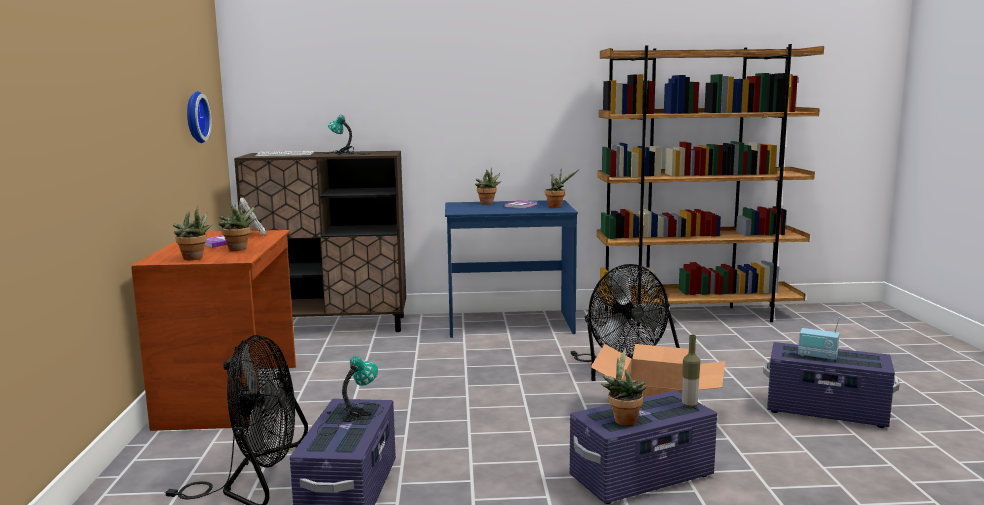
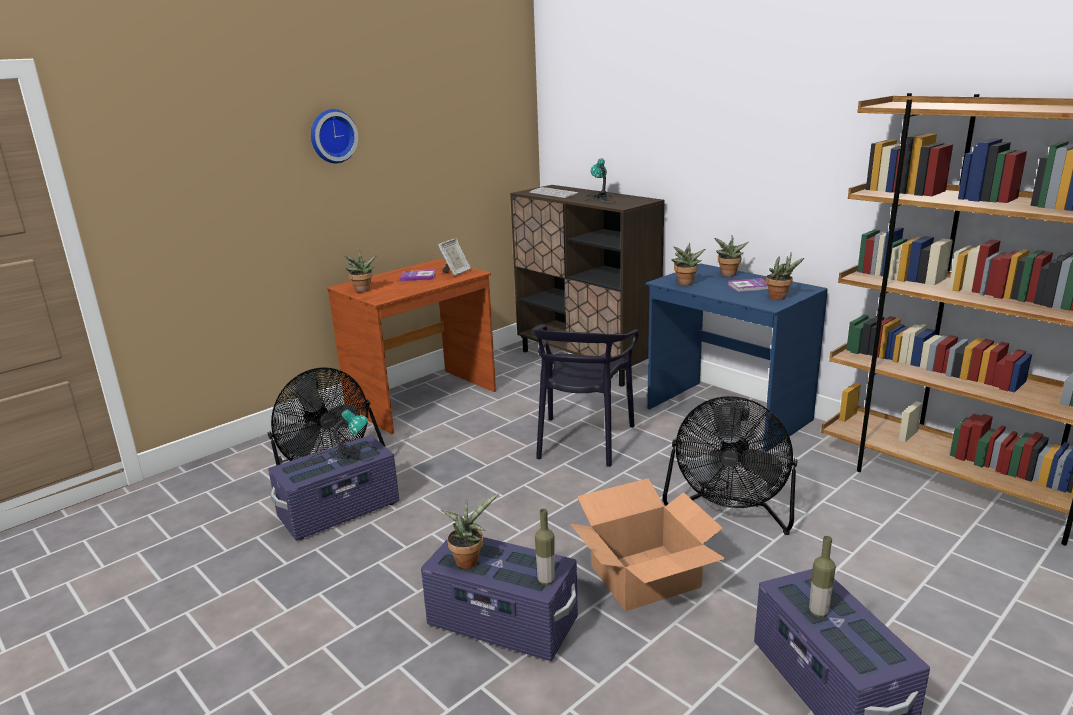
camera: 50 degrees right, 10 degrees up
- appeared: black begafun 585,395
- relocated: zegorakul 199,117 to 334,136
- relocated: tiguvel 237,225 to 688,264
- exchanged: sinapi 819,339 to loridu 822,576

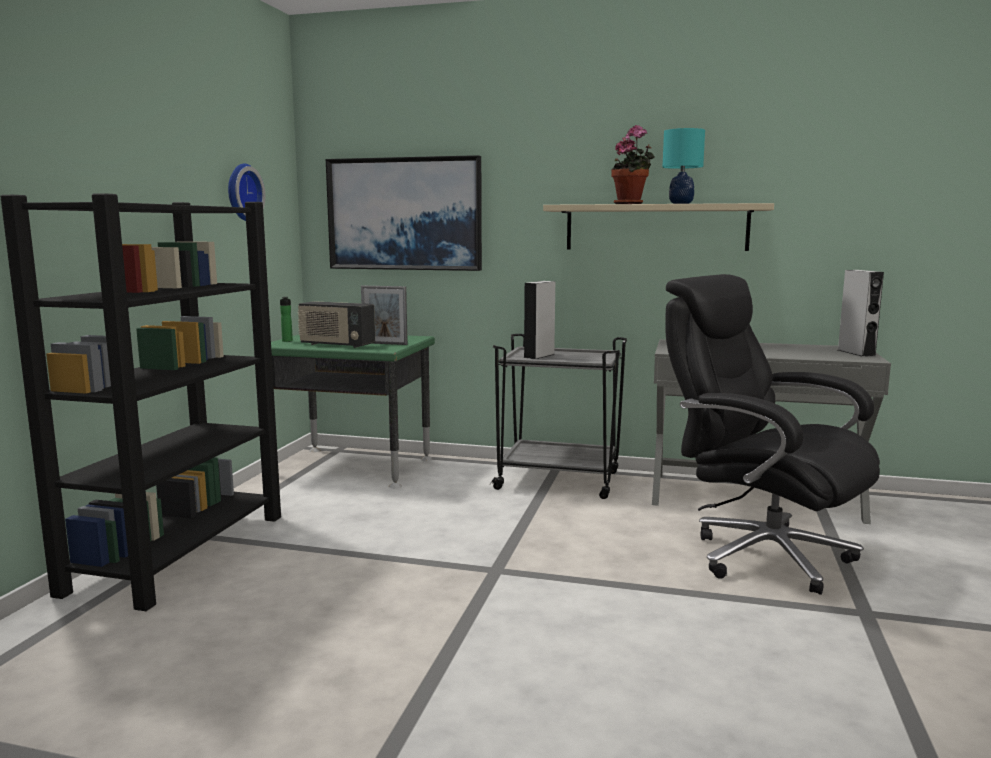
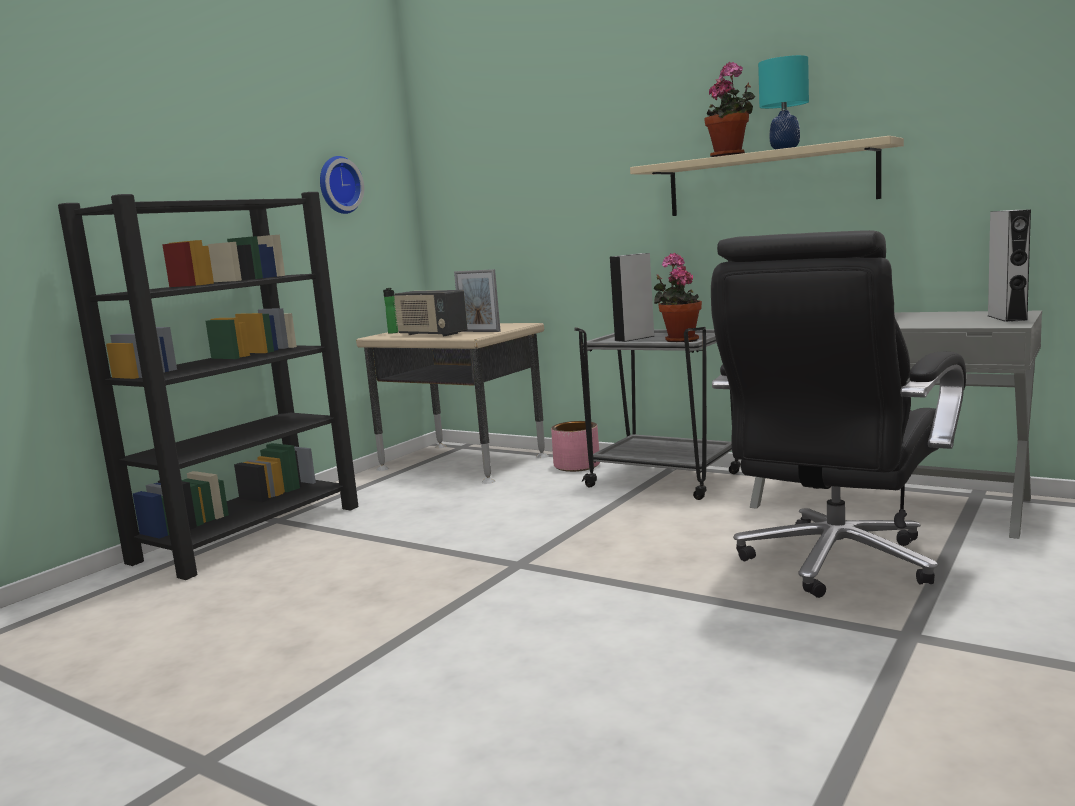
camera: 20 degrees right, 0 degrees up
- missing: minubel 404,213
- appeared: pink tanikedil 575,446
- appeared: tiguvel 678,297
- colour: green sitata 353,412 to beige sitata 452,403
- spun: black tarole 772,434 = 838,414 120 degrees counterclockwise

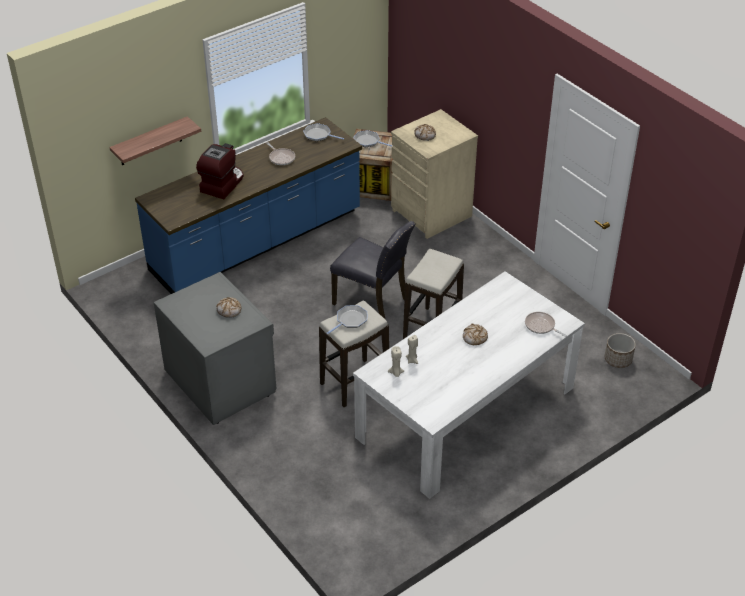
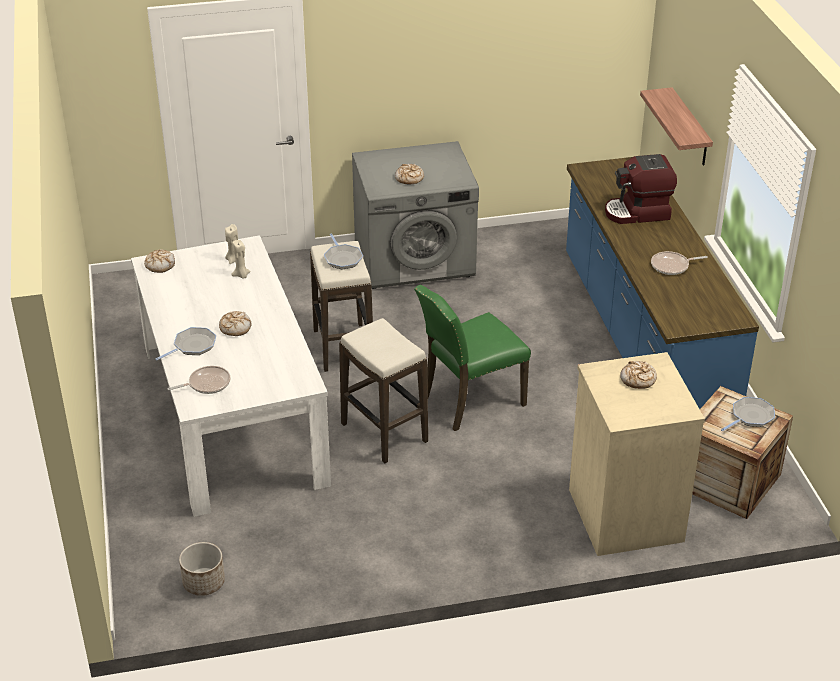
camera: 115 degrees right, 5 degrees down
- appeared: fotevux 159,261
- relocated: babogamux 323,132 to 185,344
- colour: grey begafun 373,270 to green begafun 472,358
- spun: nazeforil 220,171 = 641,189 120 degrees clockwise

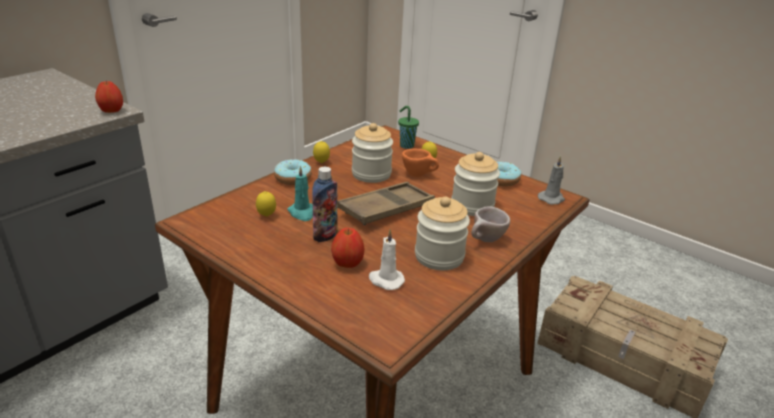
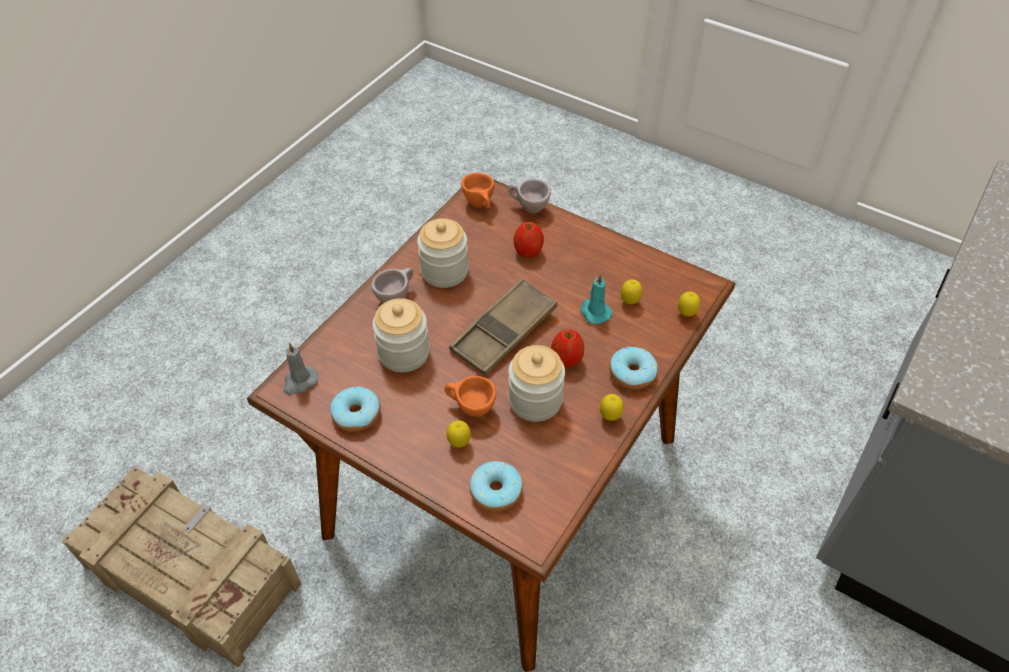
camera: 175 degrees right, 20 degrees up
- missing: loridu 324,204
- missing: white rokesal 387,260
- appeared: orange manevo 477,190
- appeared: beige manevo 529,196
- appeared: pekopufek 689,304
- relocated: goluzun 109,97 to 567,348
- exchanged: green manevo 408,127 to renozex 496,486

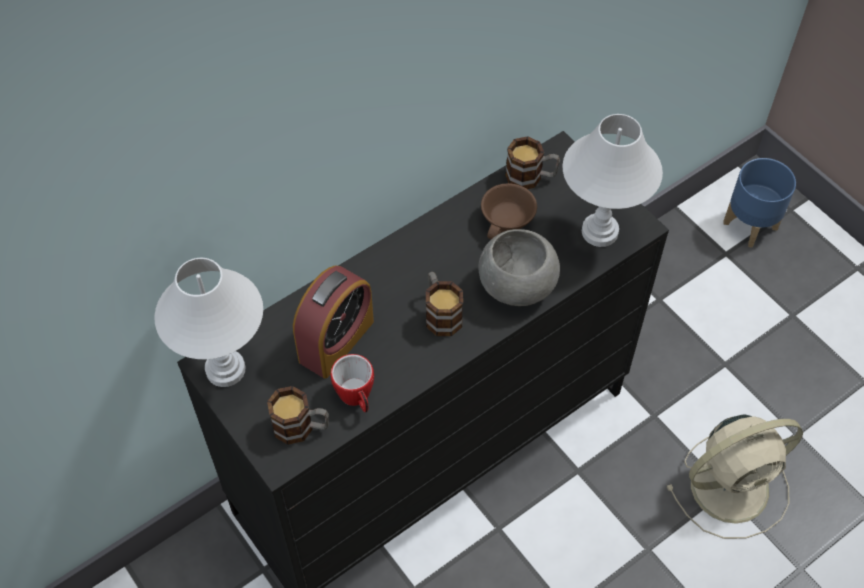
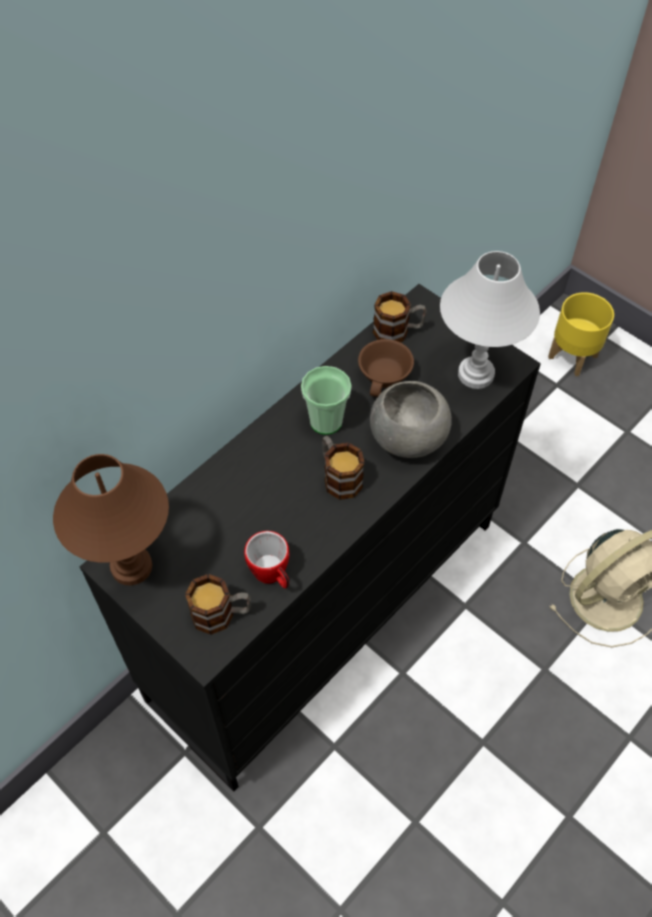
camera: 10 degrees left, 0 degrees up
- missing: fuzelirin 333,322
- appeared: manevo 326,400
- colour: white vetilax 209,322 to brown vetilax 111,520
- colour: blue tanikedil 759,203 to yellow tanikedil 581,334

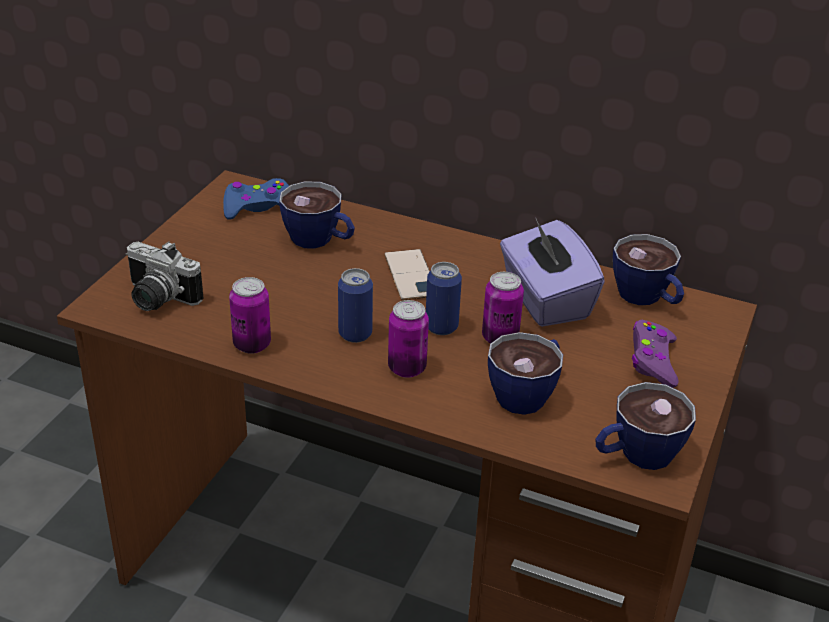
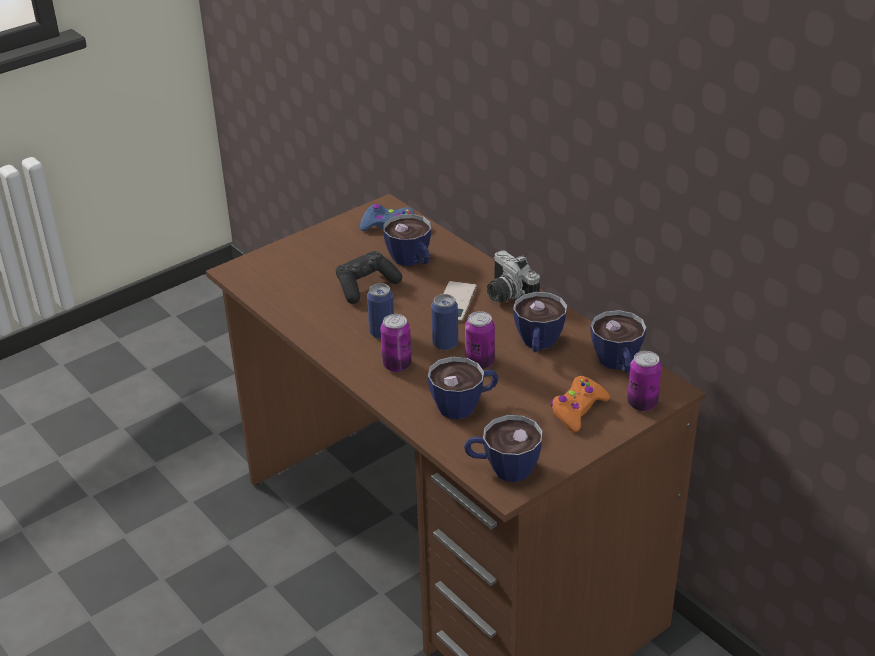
camera: 30 degrees right, 0 degrees up
- appeared: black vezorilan 369,277
- relocated: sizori 164,276 to 513,276
- relocated: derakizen 250,315 to 644,381
- exchanged: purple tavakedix 552,272 to manevo 540,322
- colour: purple vezorilan 655,354 to orange vezorilan 580,404

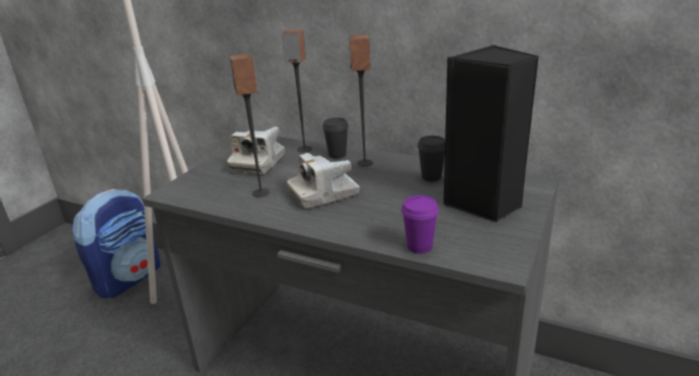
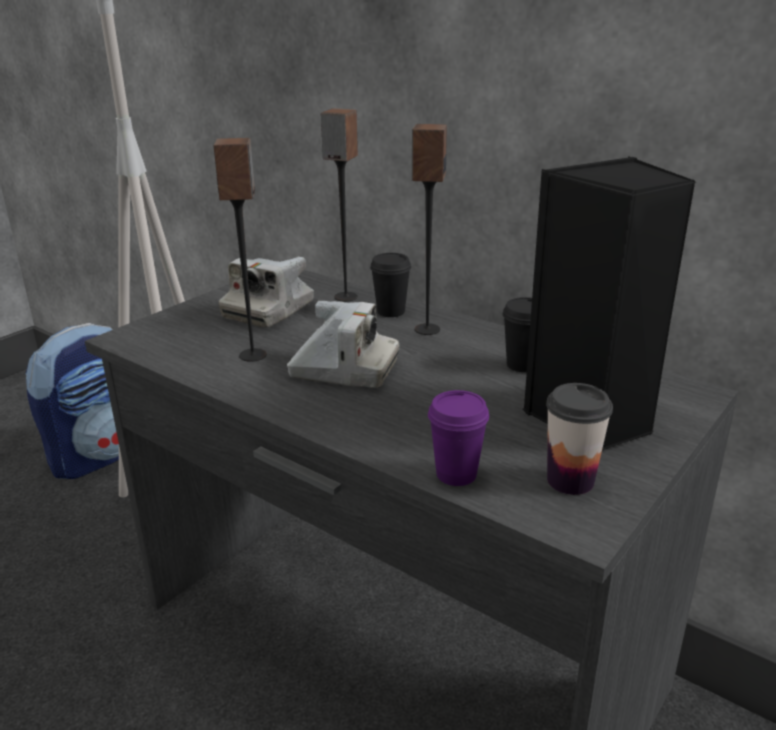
camera: 10 degrees right, 0 degrees up
- appeared: manevo 579,439
- spun: sizori 323,181 = 343,344 150 degrees counterclockwise

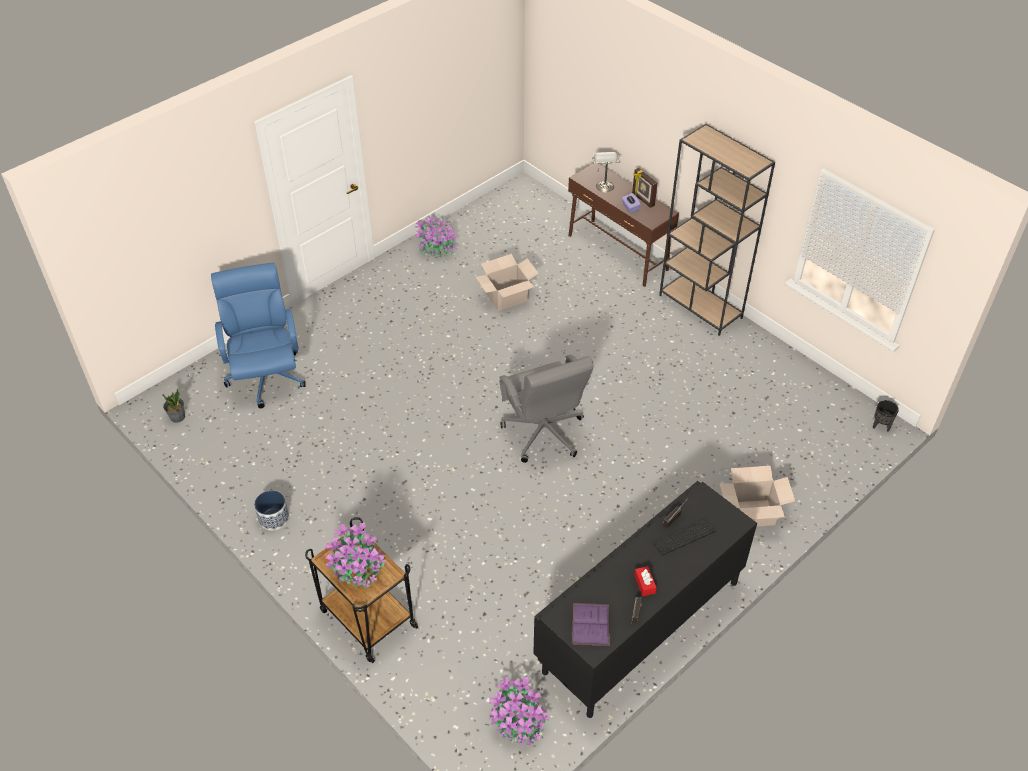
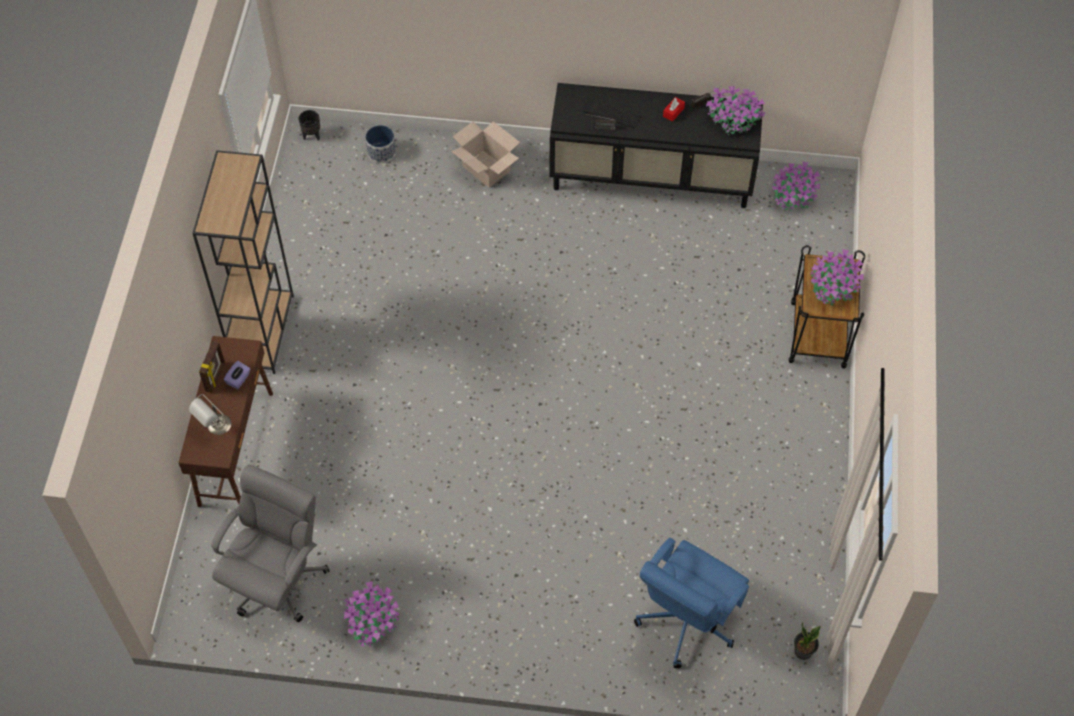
camera: 130 degrees left, 10 degrees up
- missing: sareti 507,282
- relocated: tanikedil 271,510 to 380,144
- relocated: grey tarole 546,409 to 270,543
- exchanged: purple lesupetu 590,624 to tiguvel 735,110

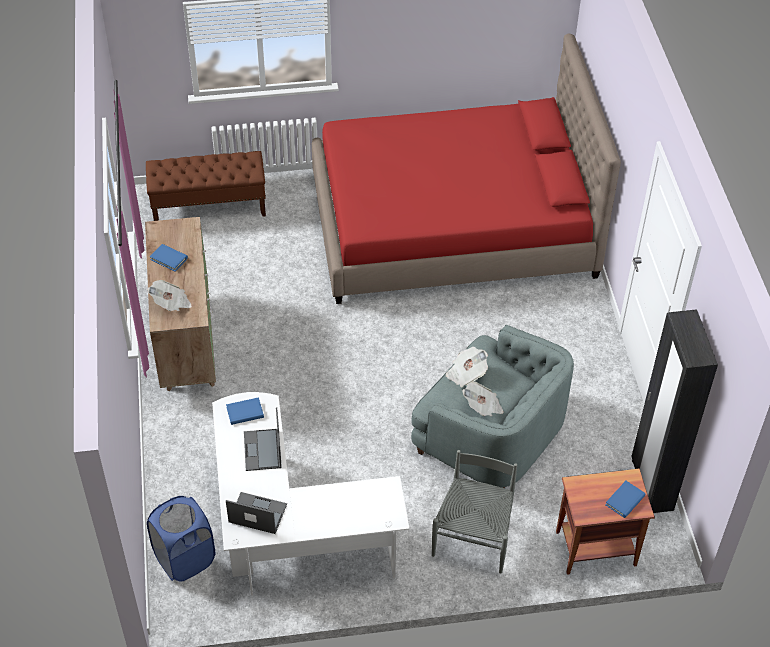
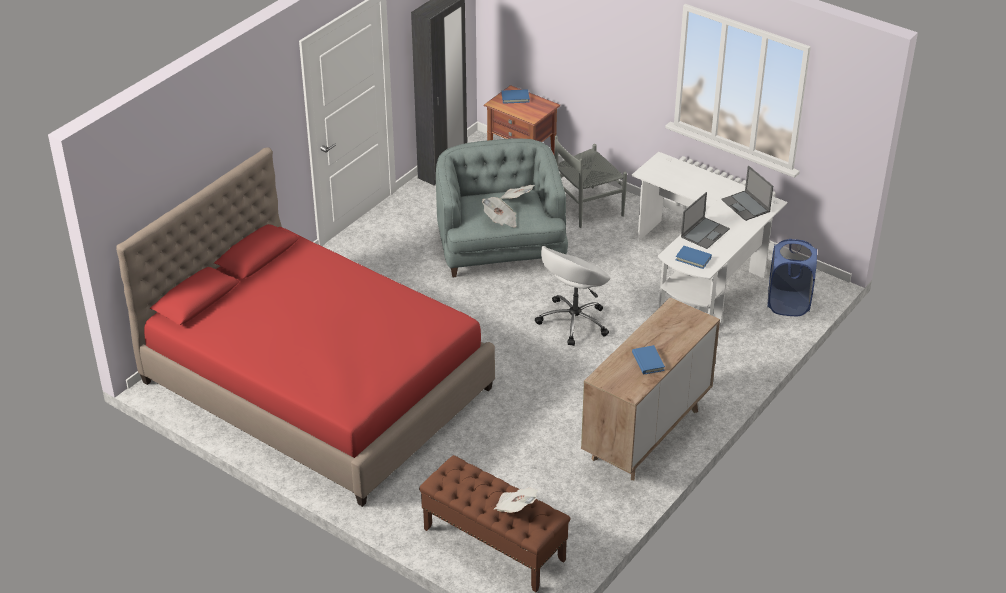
camera: 135 degrees left, 10 degrees down
- appeared: white tarole 572,296
- relocated: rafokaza 169,295 to 516,500

